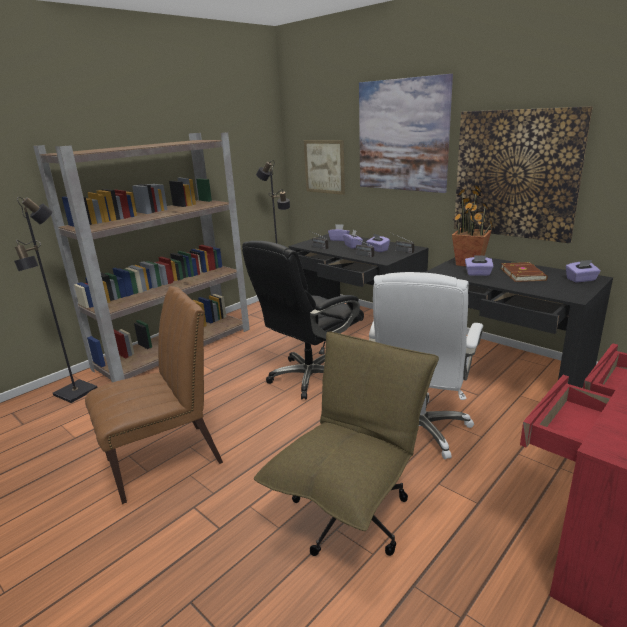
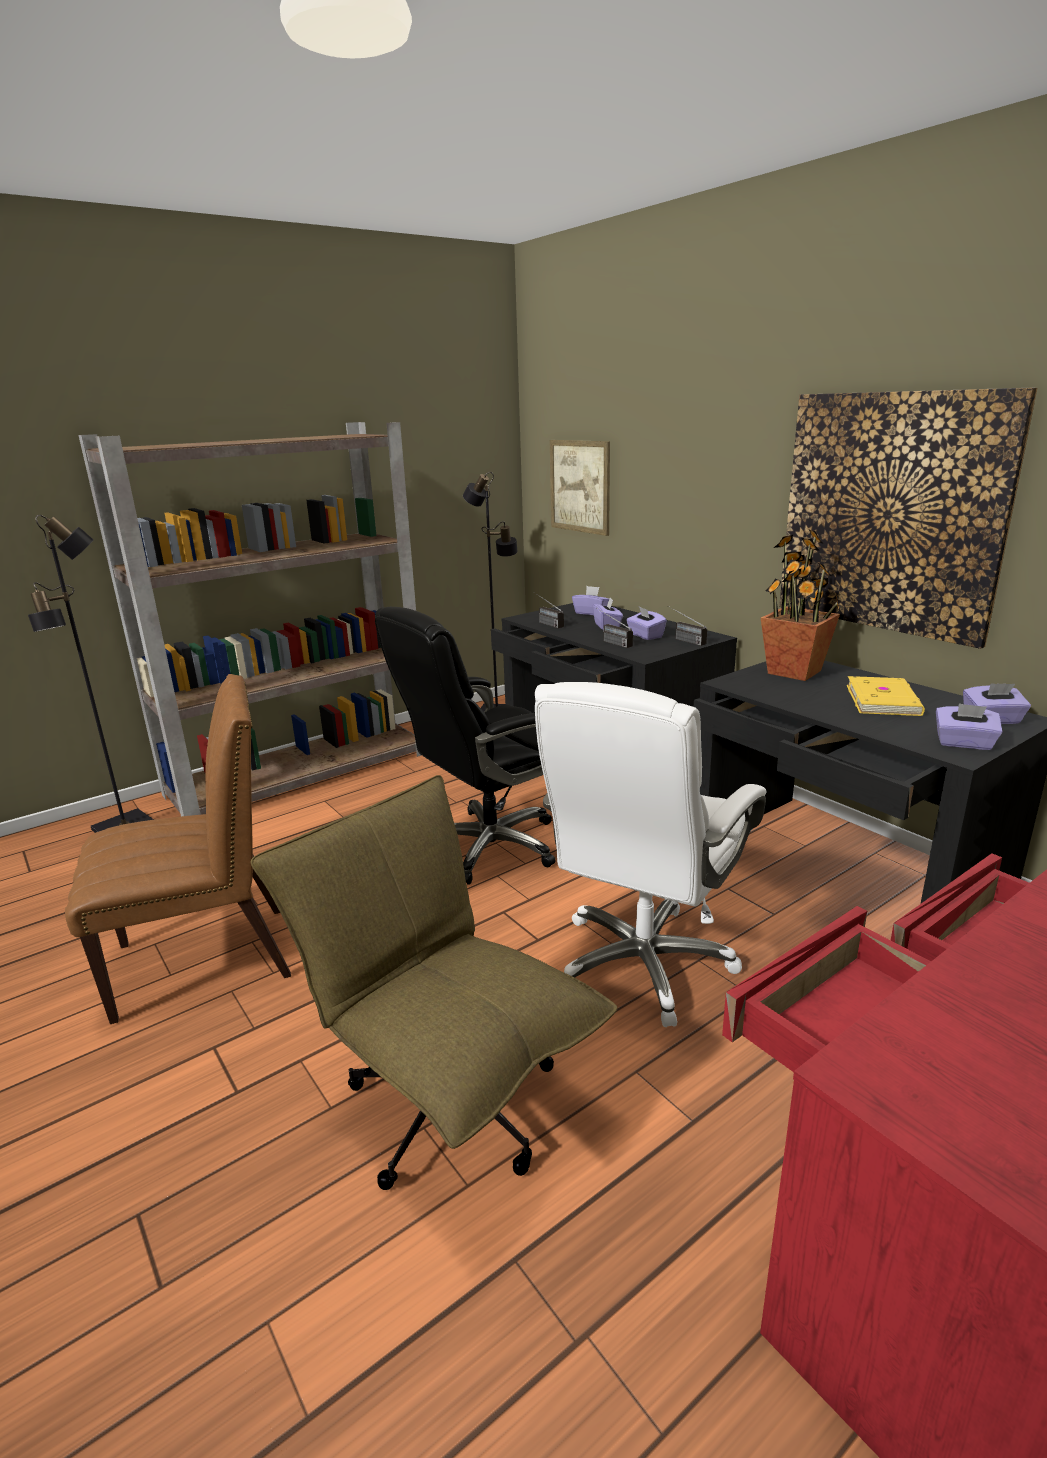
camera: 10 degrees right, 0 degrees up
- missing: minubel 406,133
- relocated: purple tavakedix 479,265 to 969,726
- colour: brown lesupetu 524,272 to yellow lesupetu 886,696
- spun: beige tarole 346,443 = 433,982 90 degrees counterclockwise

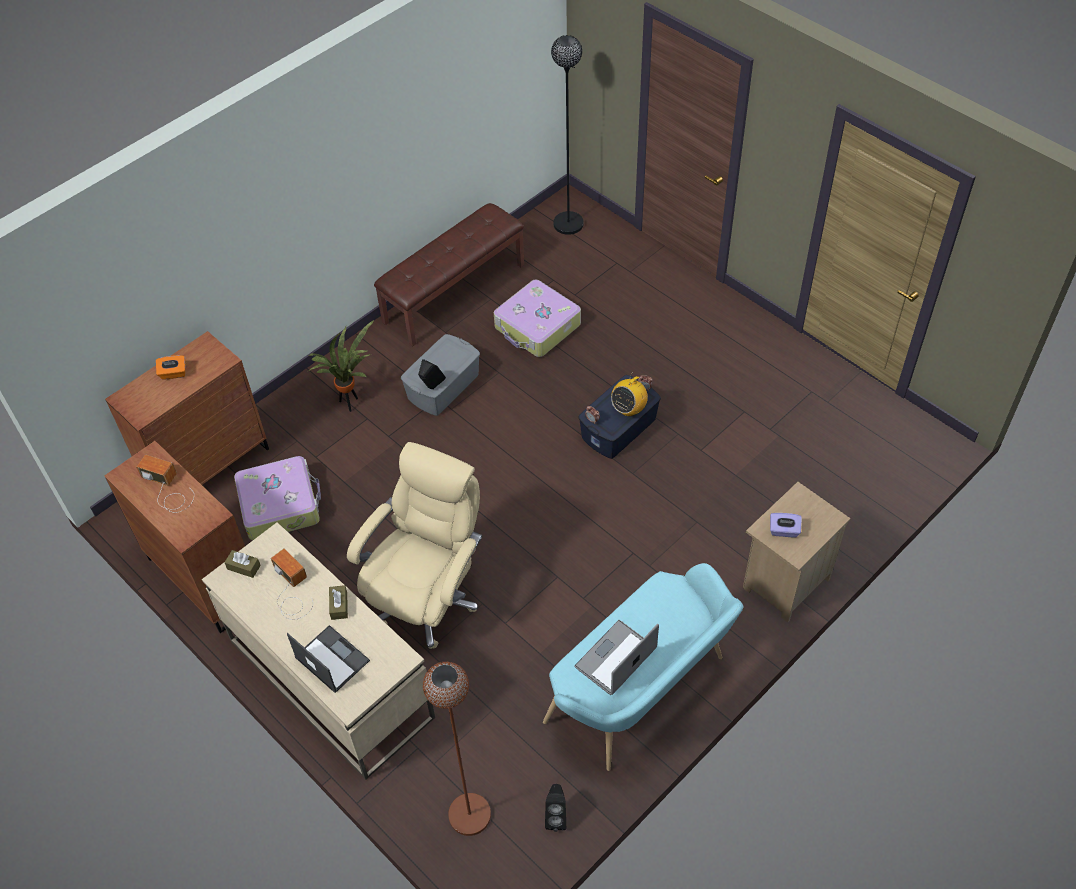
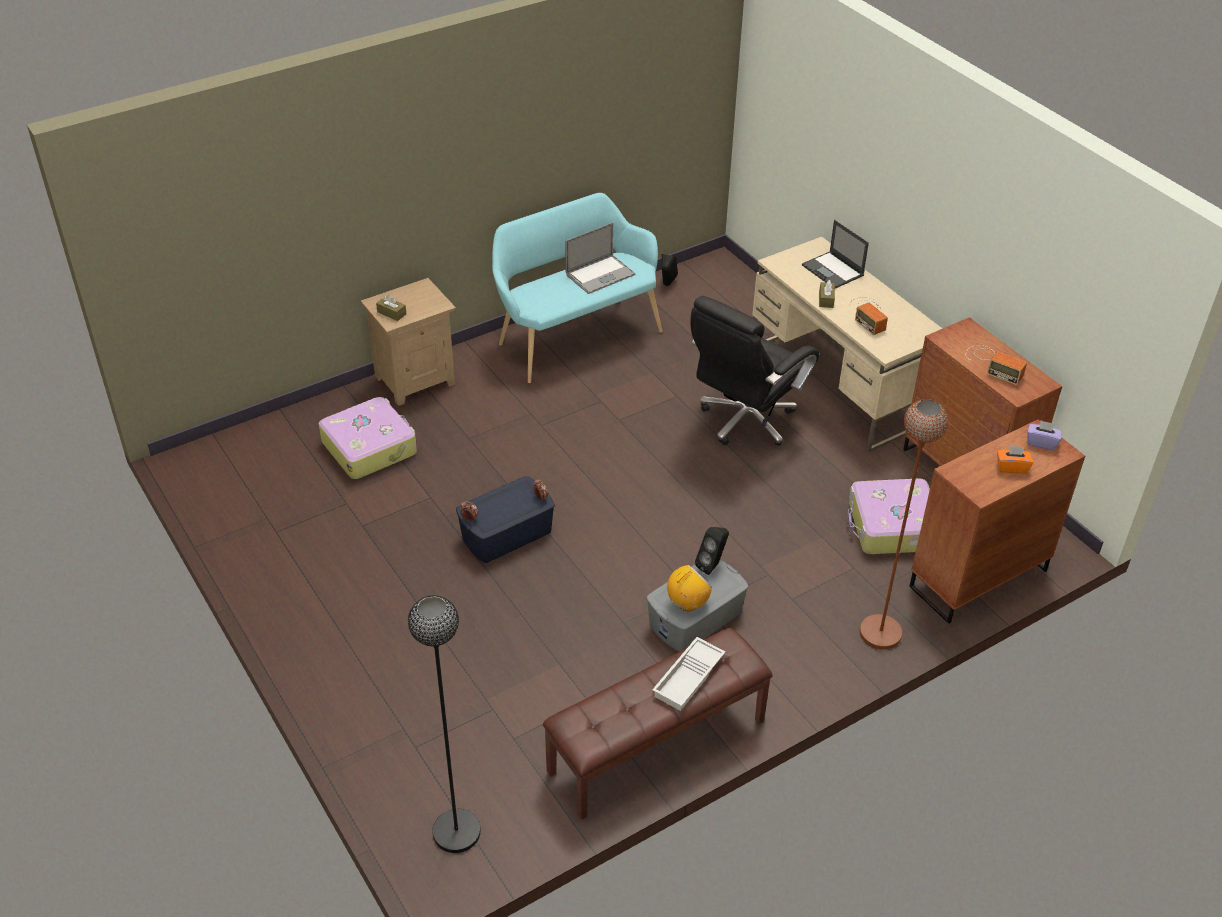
camera: 170 degrees left, 10 degrees down
- missing: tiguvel 341,366
- appeared: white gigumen 688,674
- relocated: brown tavakedix 242,564 to 391,308
- relocated: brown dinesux 457,749 to 904,524
- relocated: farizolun 537,318 to 368,438
- relocated: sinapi 629,393 to 689,588
- relocated: purple tavakedix 786,525 to 1044,435
- colour: beige tarole 414,545 to black tarole 754,371

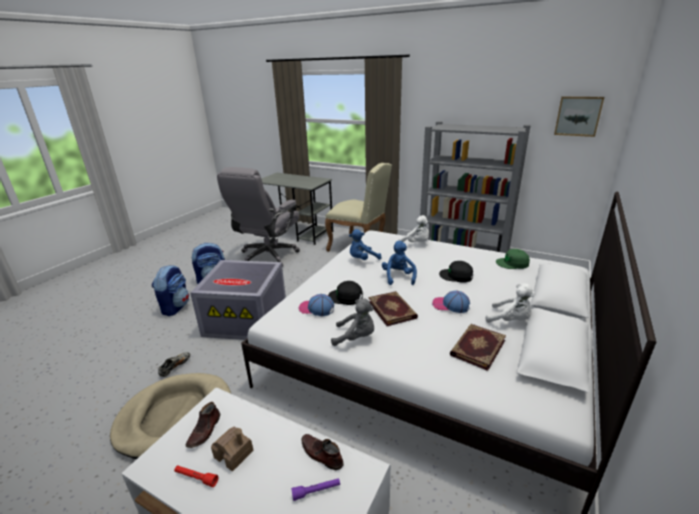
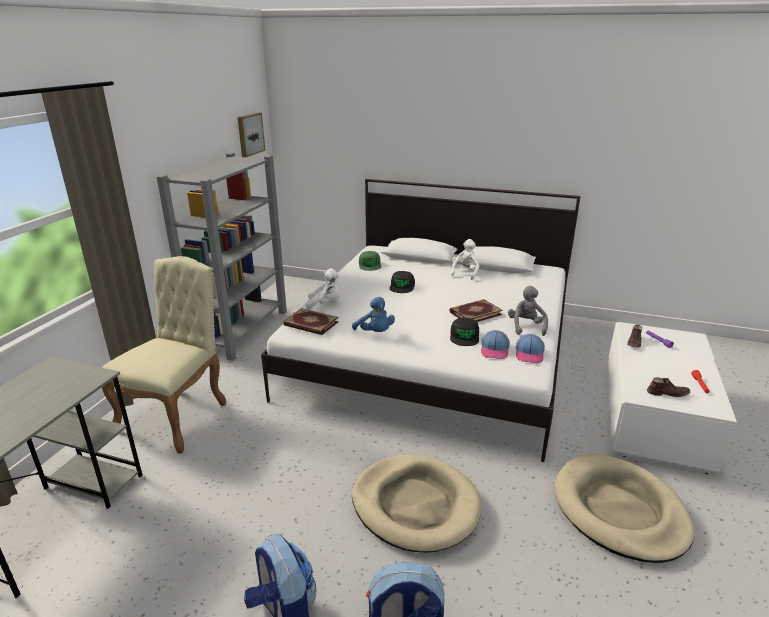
camera: 100 degrees left, 0 degrees up
- missing: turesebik 174,364
- missing: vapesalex 232,449
- missing: grey tarole 258,217
- missing: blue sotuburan 399,263
- relocated: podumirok 451,301 to 530,348
- relocated: lesupetu 478,347 to 310,321
- exchanged: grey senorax 238,300 to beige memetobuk 417,503
- spun: white sotuburan 414,228 = 323,289 60 degrees clockwise

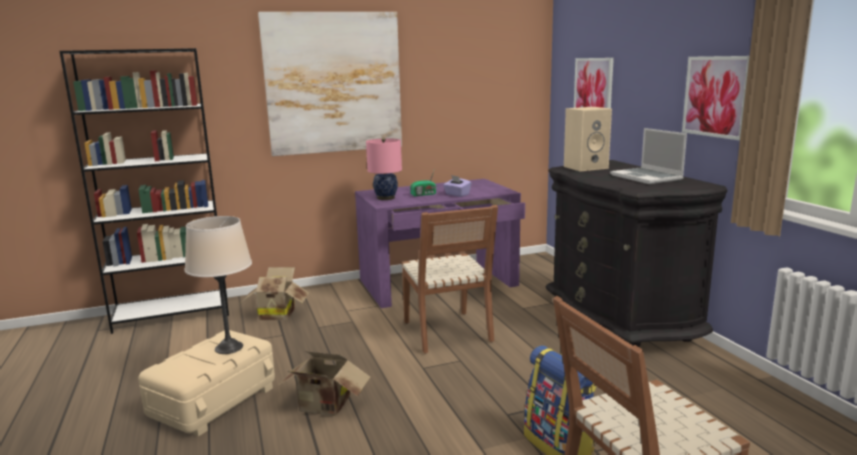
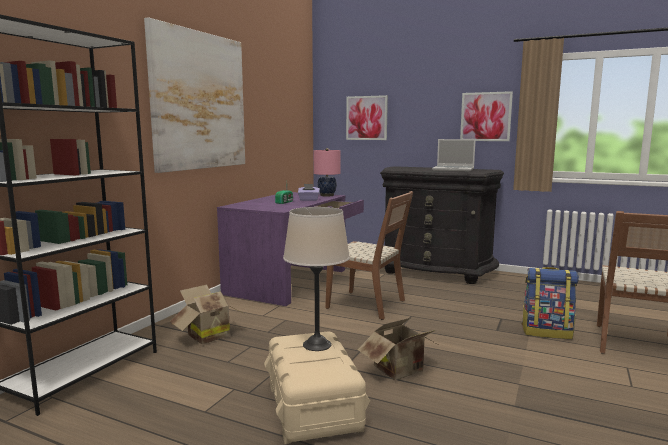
camera: 45 degrees left, 5 degrees down
- missing: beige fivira 588,139
- relocated: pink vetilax 384,169 to 327,172

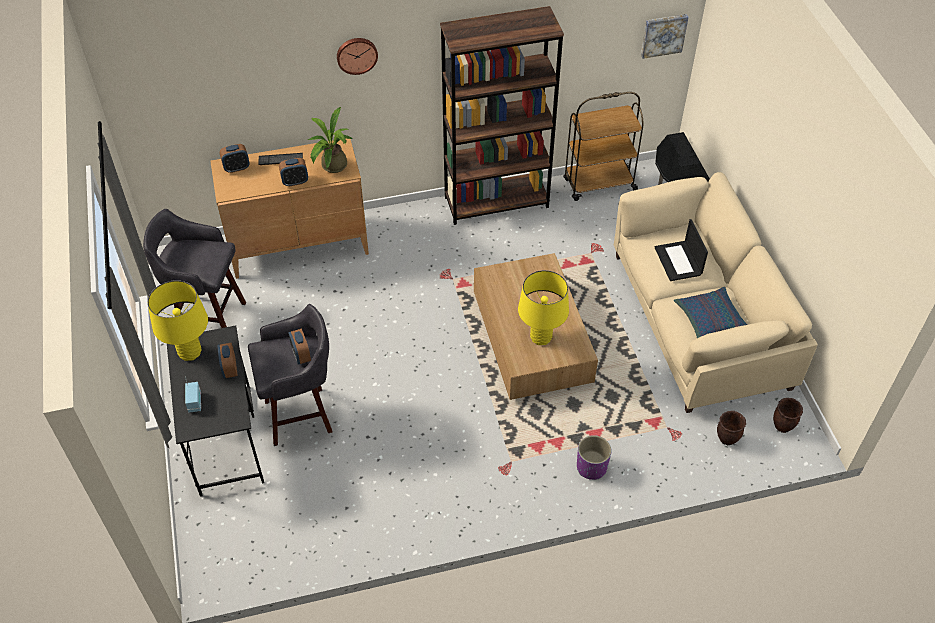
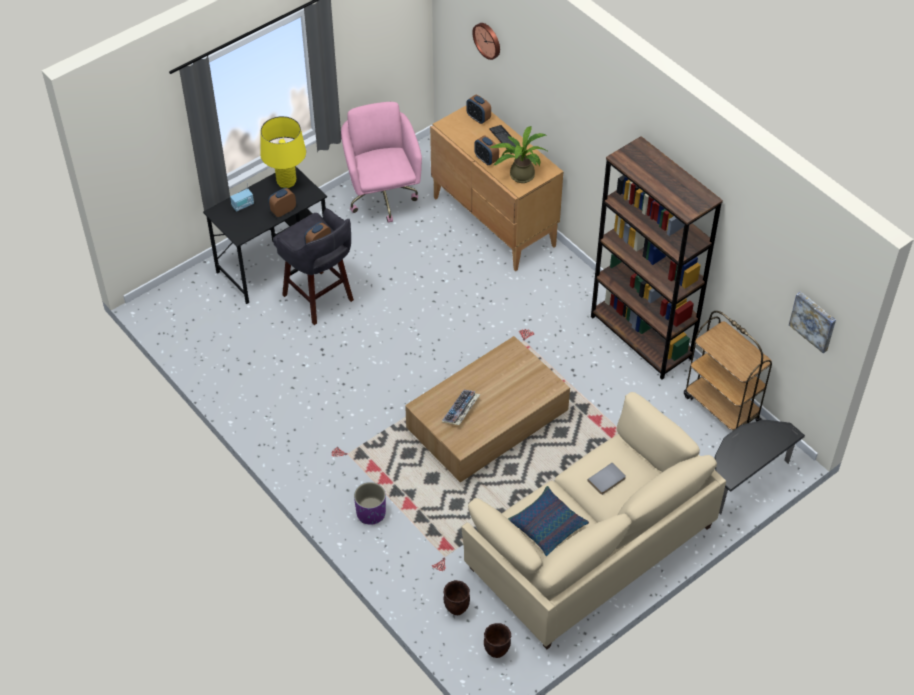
camera: 65 degrees right, 0 degrees up
- relocated: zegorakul 357,56 to 486,41
- exchanged: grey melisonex 194,268 to pink tarole 381,162
- exchanged: yellow vetilax 543,307 to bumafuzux 461,407
- exchanged: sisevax 681,250 to grey lesupetu 607,479

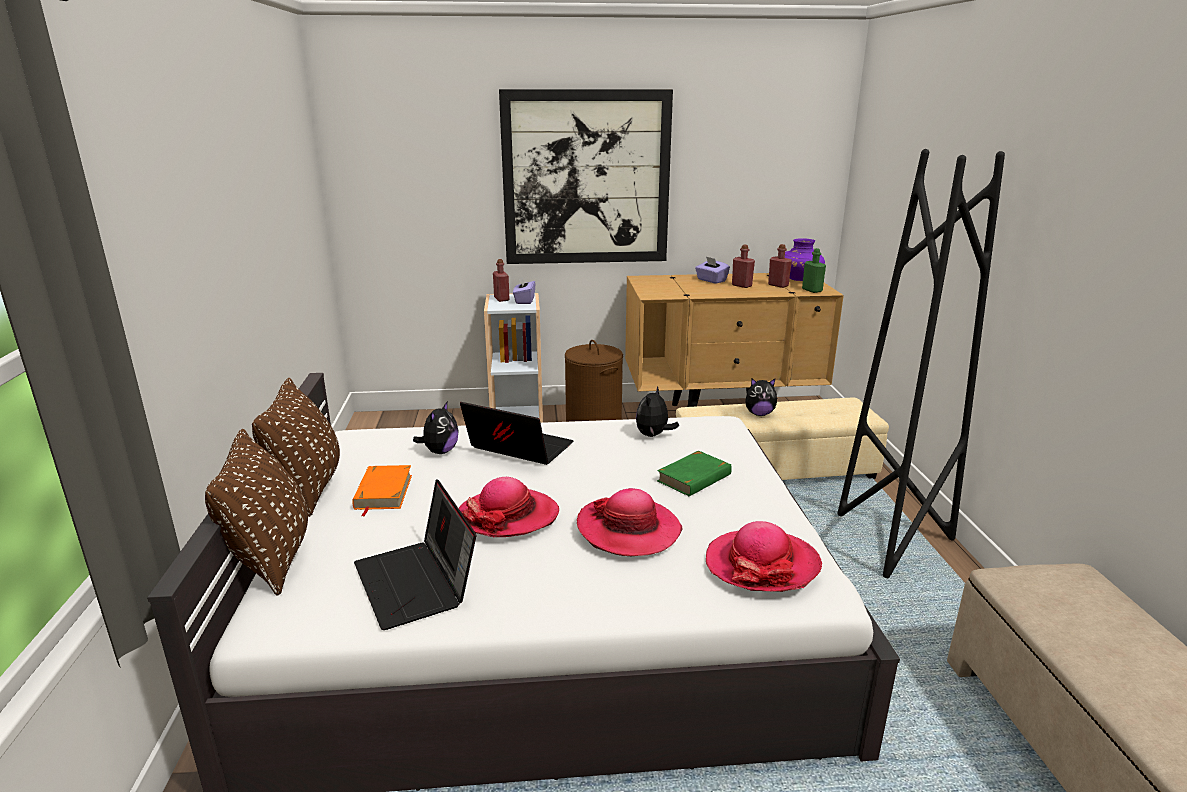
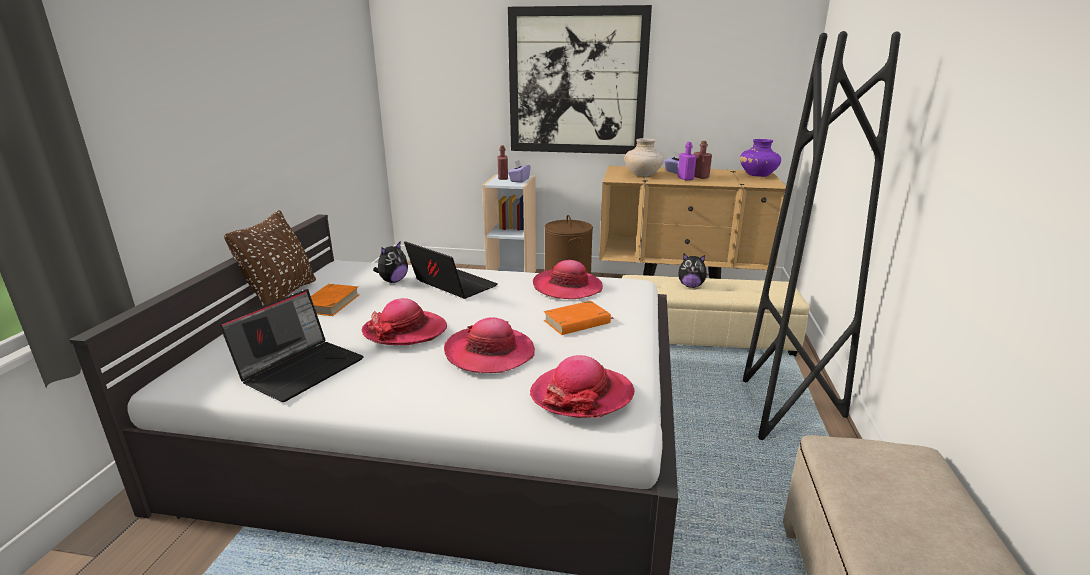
camera: 15 degrees right, 0 degrees up
- missing: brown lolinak 256,512
- missing: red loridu 780,266
- missing: green loridu 814,270
- appeared: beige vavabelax 644,157
- appeared: purple loridu 687,161
- exchanged: sotuburan 657,411 to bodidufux 568,279
- colour: green lesupetu 694,473 to orange lesupetu 579,318
- spun: sisevax 415,554 = 291,345 135 degrees counterclockwise

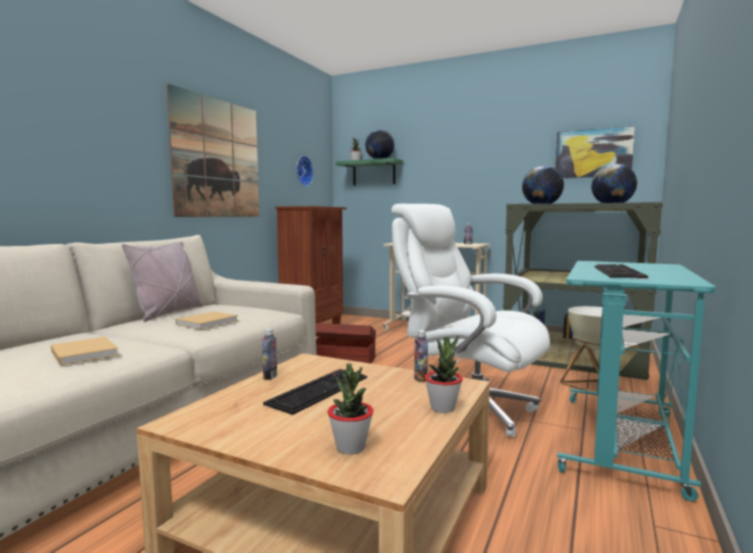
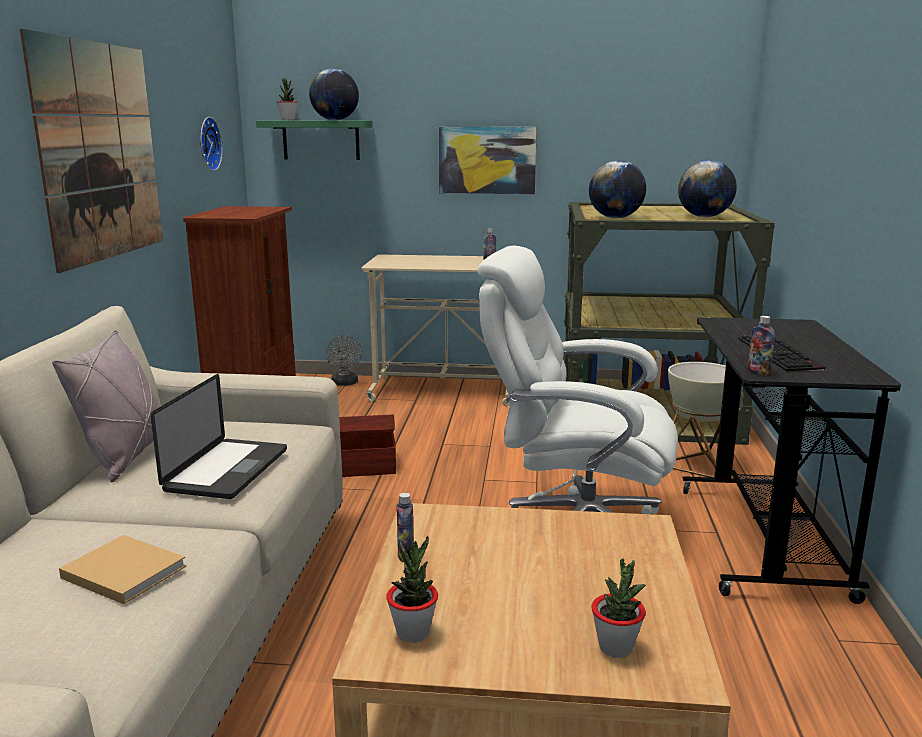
camera: 20 degrees left, 10 degrees up
- missing: bumafuzux 315,392
- appeared: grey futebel 344,360
- relocated: loridu 421,356 to 761,346
- relocated: tiguvel 444,374 to 412,589
- relocated: minubel 595,152 to 488,160
- exchanged: beige lesupetu 206,320 to sisevax 219,436
- colour: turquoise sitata 636,381 to black sitata 792,460

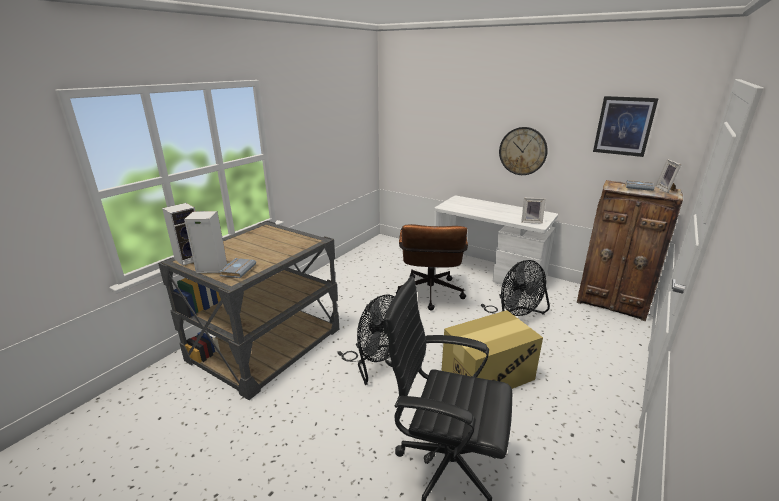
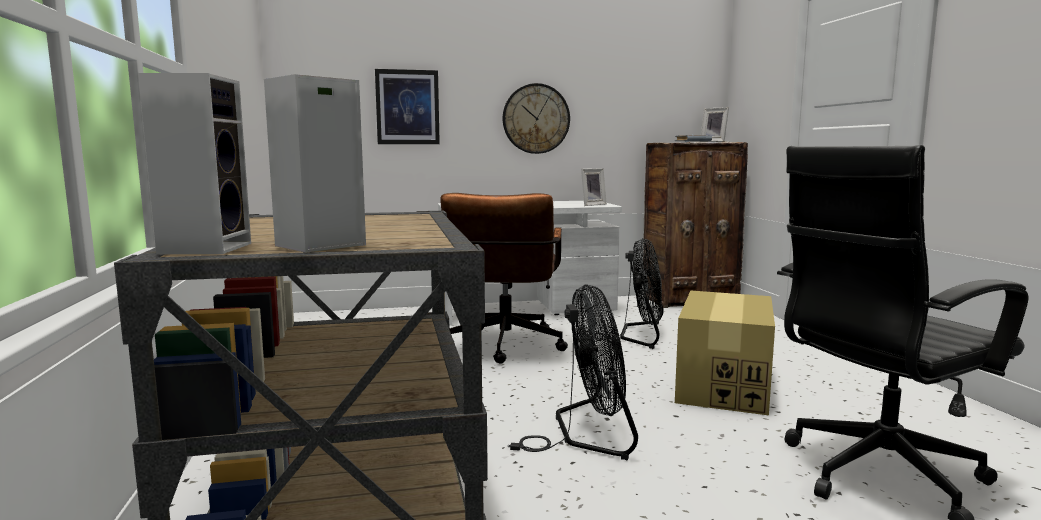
camera: 45 degrees left, 15 degrees down
- missing: grey lesupetu 237,268
- relocated: minubel 626,126 to 407,106
- spun: brown tarole 432,267 = 504,278 45 degrees clockwise

